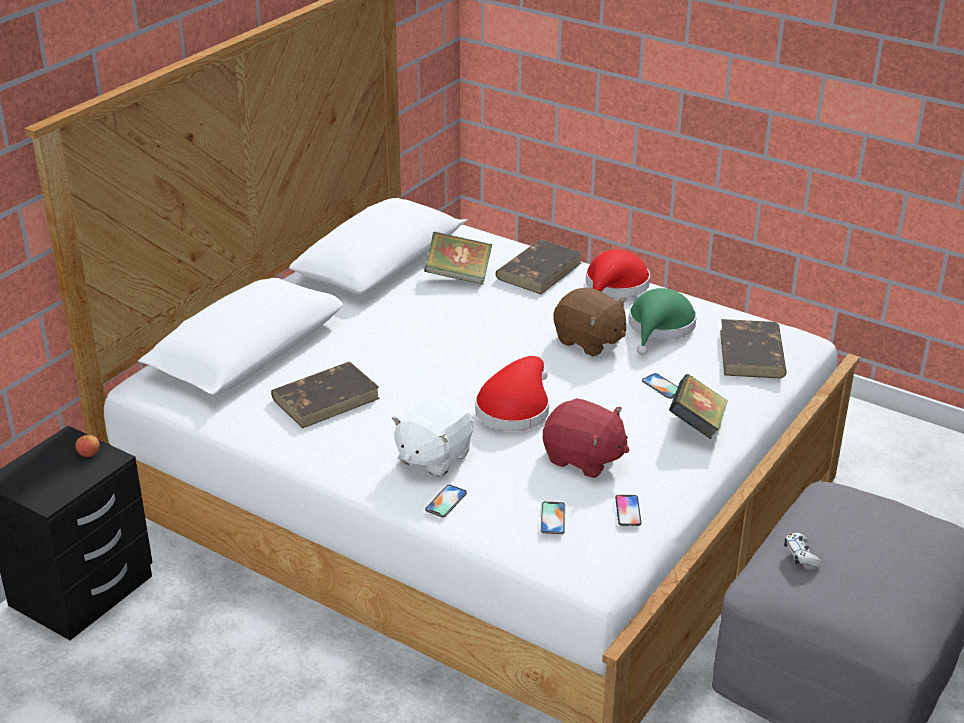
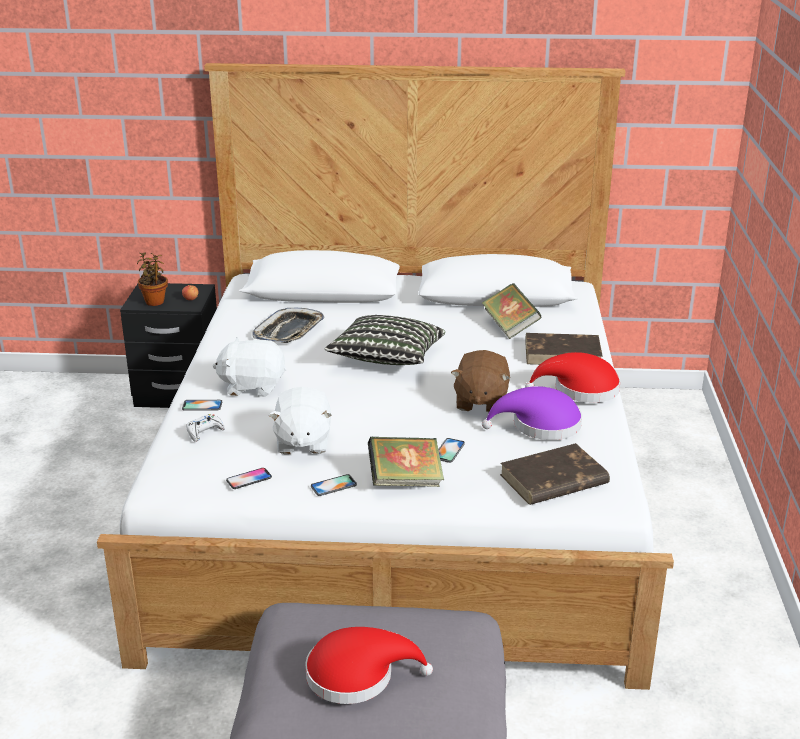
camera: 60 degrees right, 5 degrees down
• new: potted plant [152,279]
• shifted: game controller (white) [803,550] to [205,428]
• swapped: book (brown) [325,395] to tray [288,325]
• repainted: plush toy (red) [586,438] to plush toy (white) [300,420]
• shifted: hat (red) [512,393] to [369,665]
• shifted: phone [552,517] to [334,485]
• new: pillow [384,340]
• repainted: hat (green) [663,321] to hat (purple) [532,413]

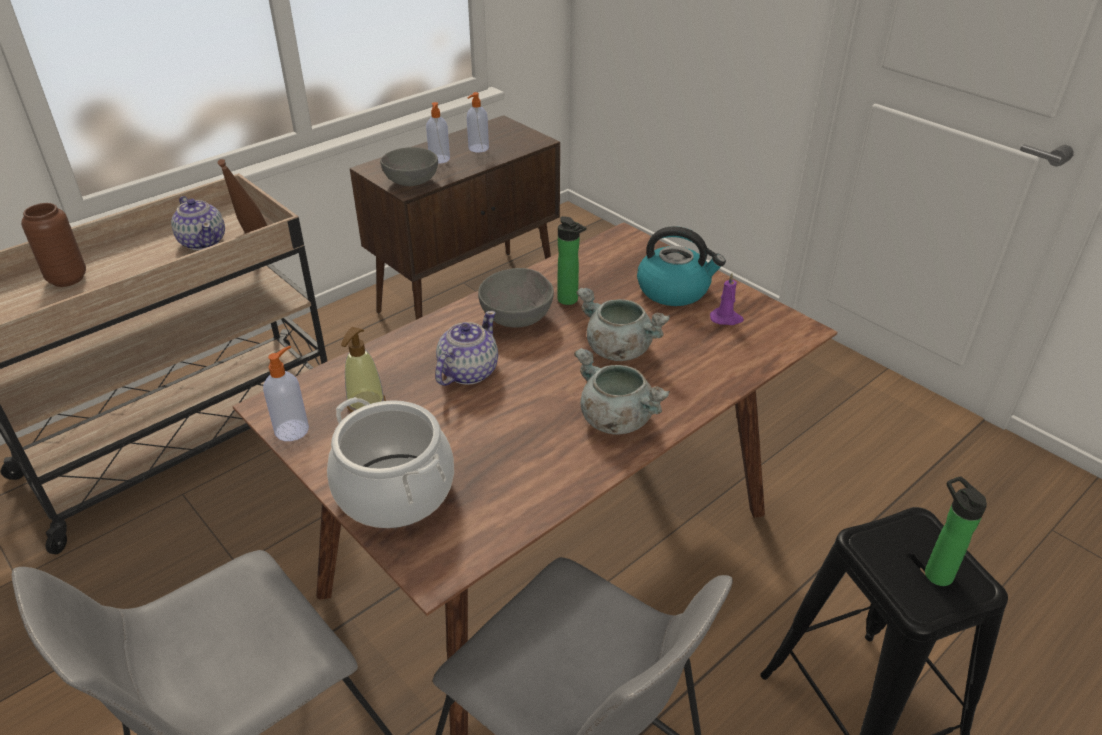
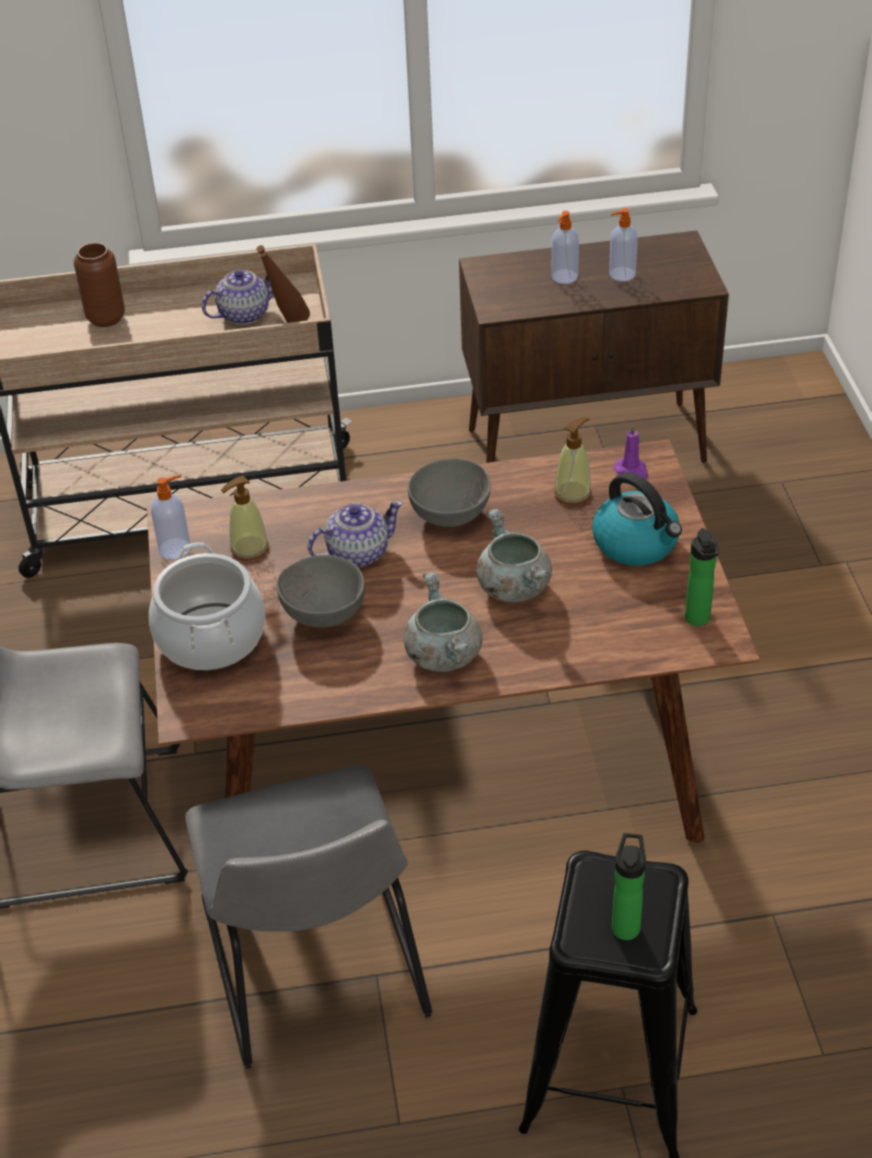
camera: 35 degrees right, 5 degrees up
• rotated: teapot [198,223] = [237,297] 120 degrees counterclockwise
• shifted: bowl (grey) [409,166] to [321,591]
• new: soap dispenser [573,461]
• shifted: candle (purple) [727,299] to [631,451]
• shifted: bottle [572,260] to [702,577]

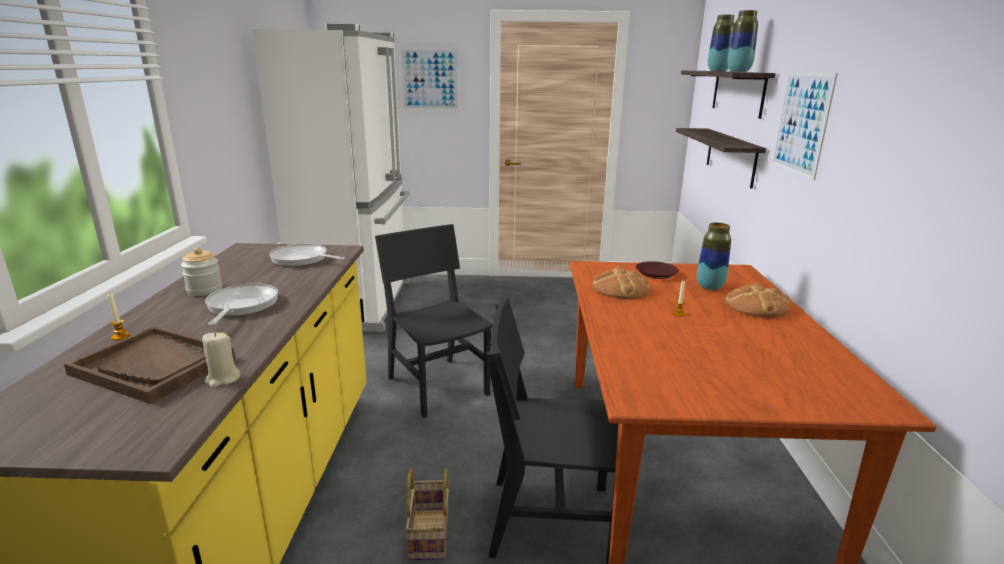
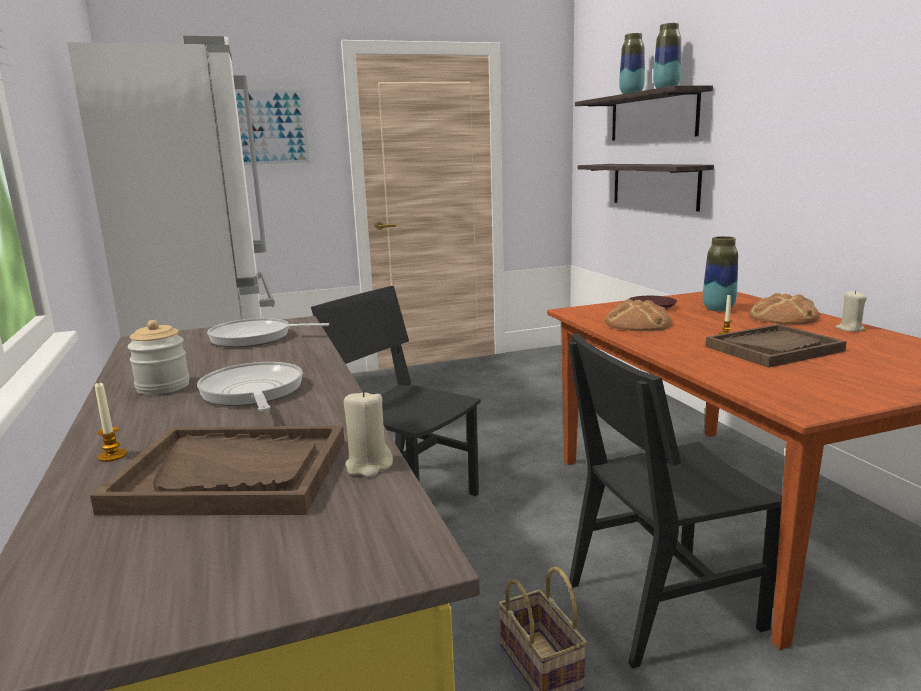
camera: 20 degrees left, 5 degrees down
• new: tray (brown) [776,346]
• new: candle (beige) [851,311]
• gone: picture [805,126]

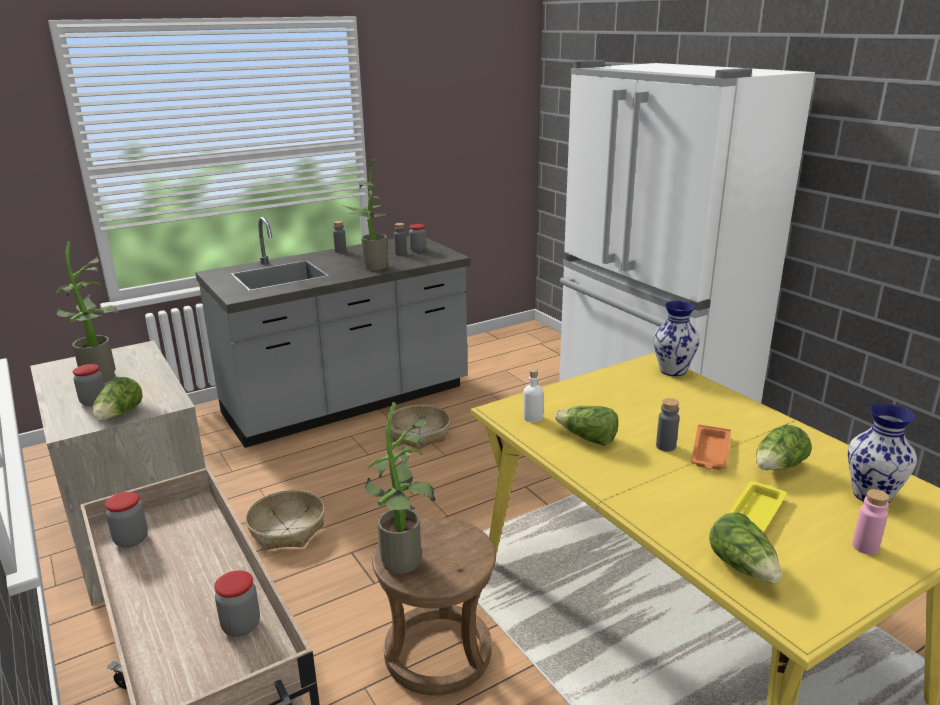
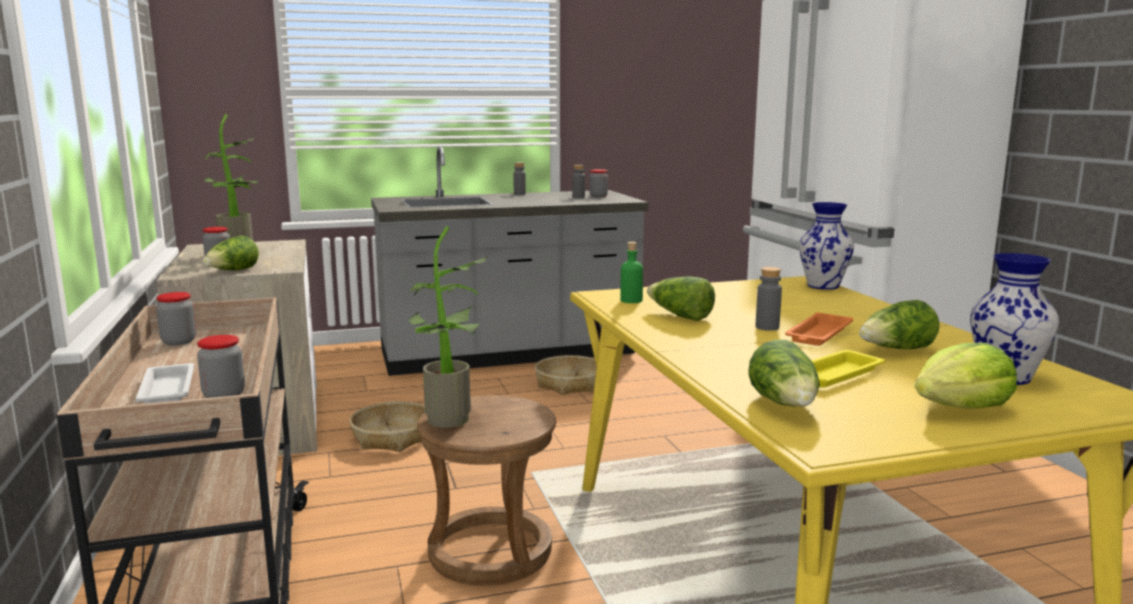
camera: 15 degrees right, 10 degrees down
• new: tray (white) [164,383]
• repainted: bottle (white) [533,395] to bottle (green) [631,272]
• swapped: bottle (pink) [870,522] to lettuce [966,376]
• gone: potted plant [365,214]

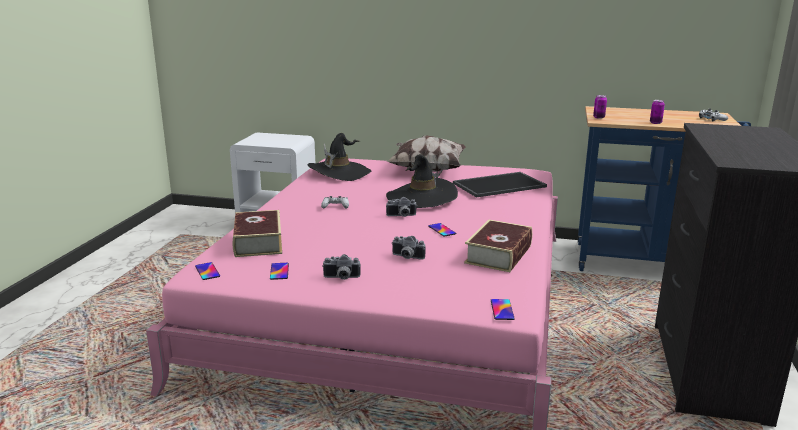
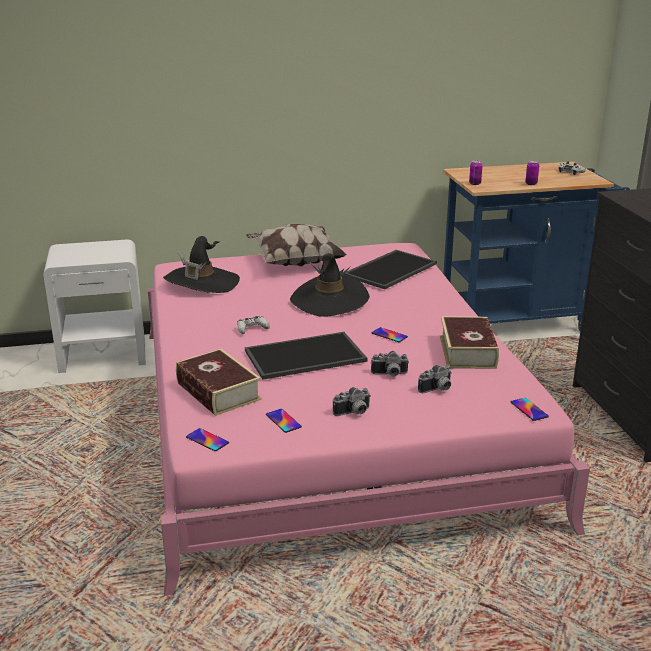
camera: 25 degrees left, 5 degrees up
• new: tray [306,356]
• shifted: photo camera [401,207] to [435,379]

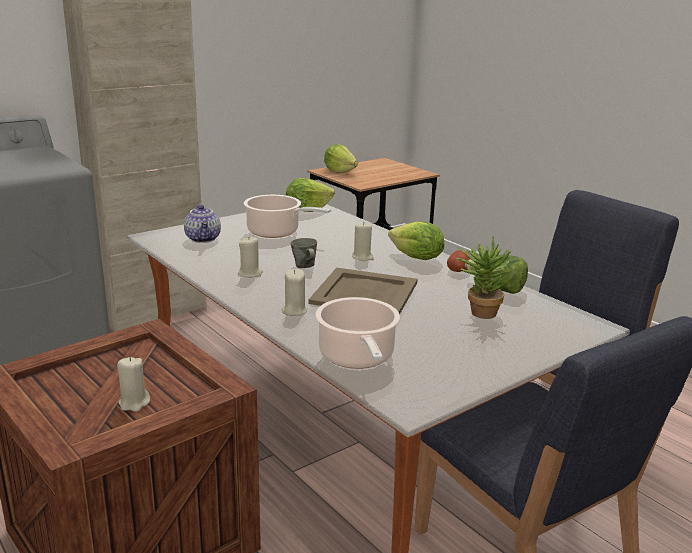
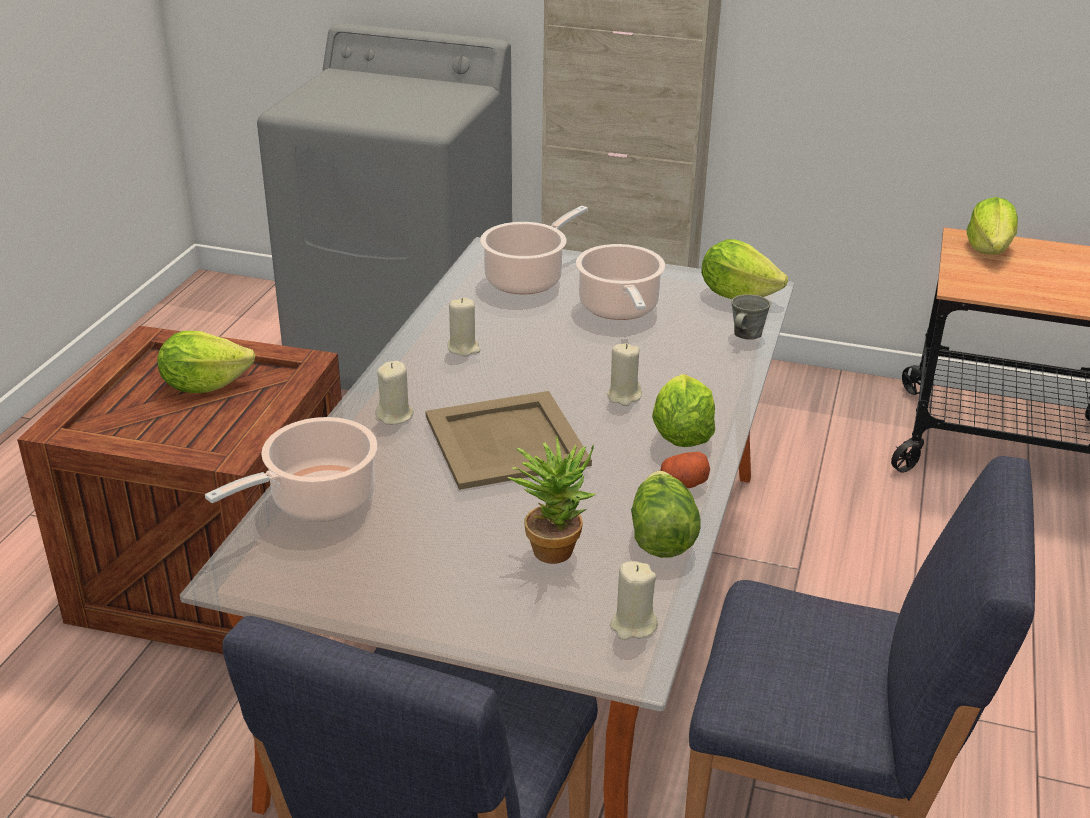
camera: 55 degrees right, 10 degrees up
• new: lettuce [206,362]
• swapped: teapot [202,224] to cooking pot [534,250]
• shifted: candle (beige) [133,384] to [634,600]
• shifted: mug (grey) [303,253] to [751,317]

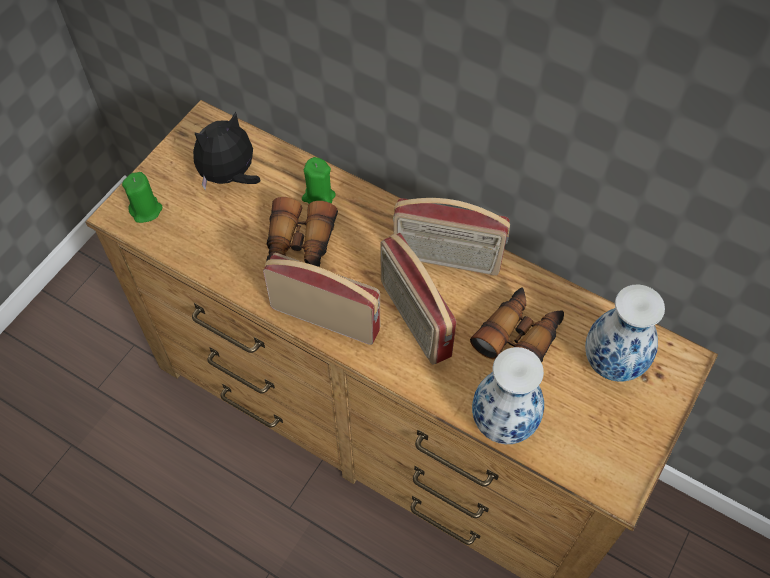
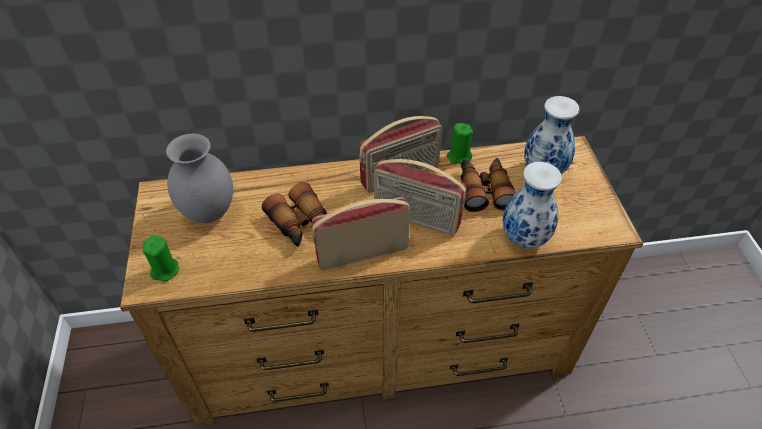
camera: 40 degrees left, 10 degrees down
• swapped: plush toy [227,150] to vase (grey) [199,178]
• shifted: candle (green) [319,180] to [460,143]

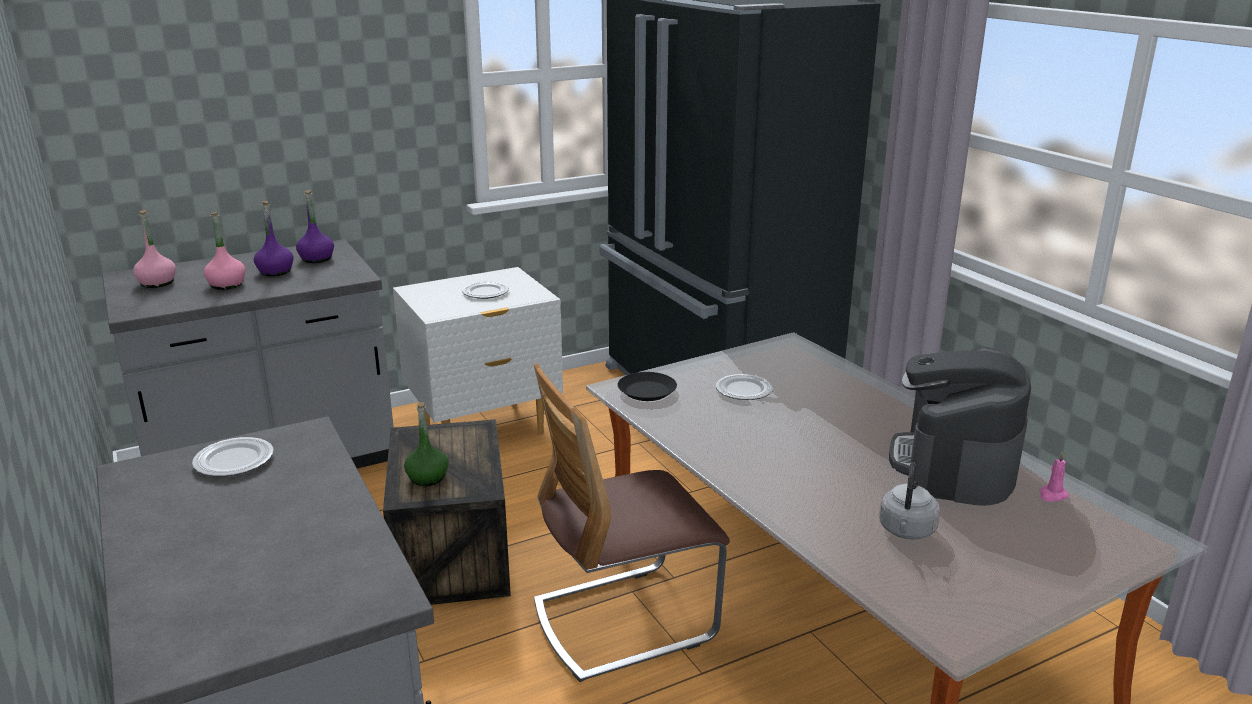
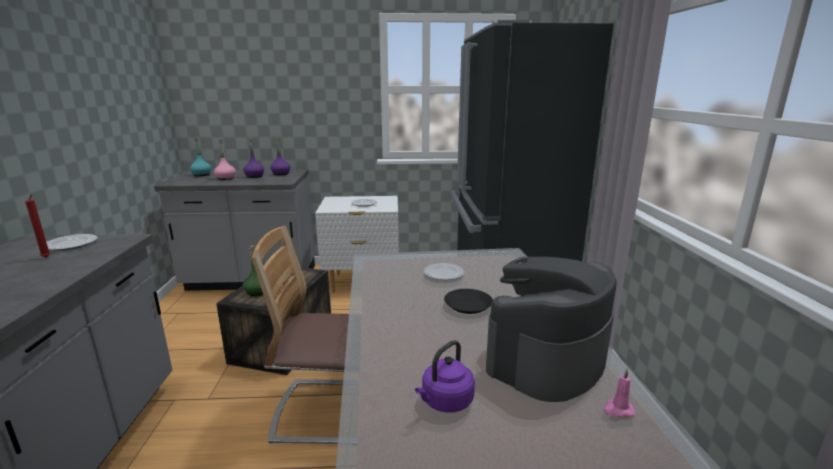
camera: 25 degrees right, 5 degrees down
• new: candle (red) [38,226]
• repainted: bottle (pink) [154,249] to bottle (turquoise) [200,157]
• repainted: kettle (grey) [909,501] to kettle (purple) [445,376]
• shifted: plate (black) [647,386] to [468,301]

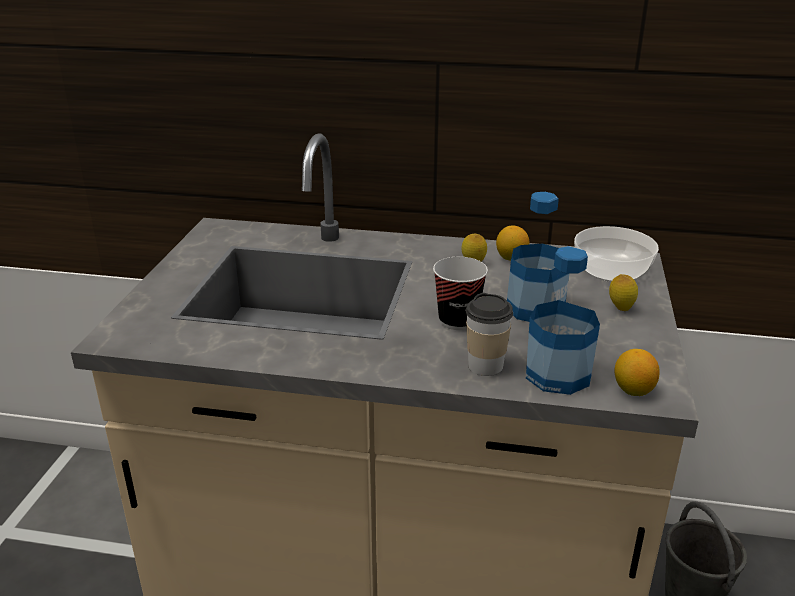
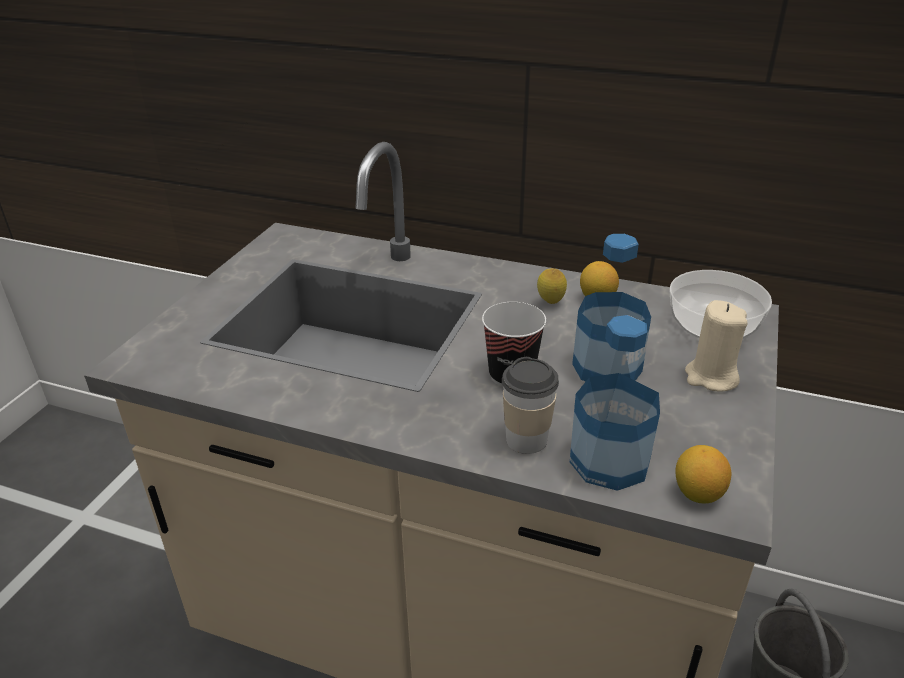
camera: 10 degrees right, 5 degrees up
• swapped: lemon [623,292] to candle (beige) [716,346]

